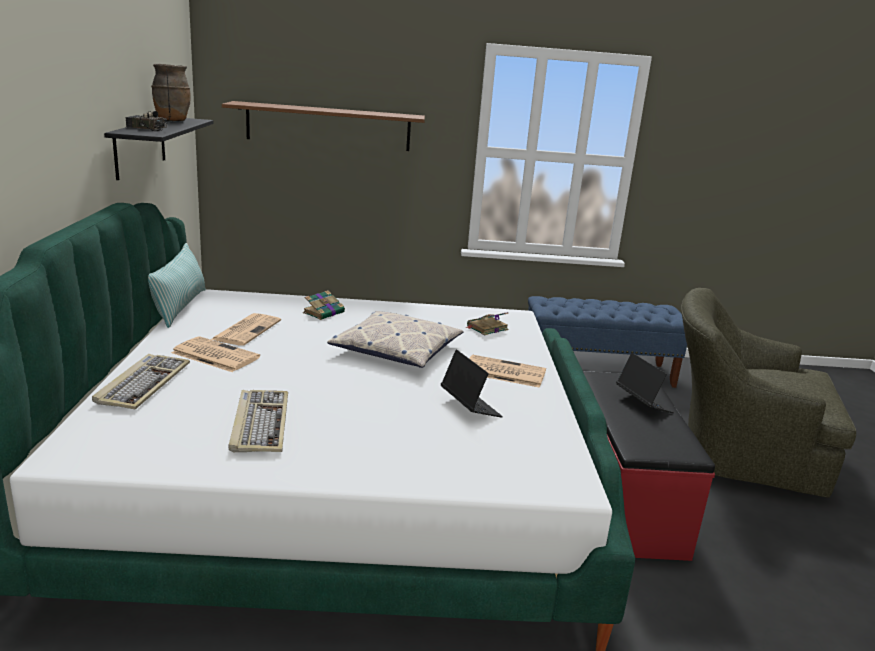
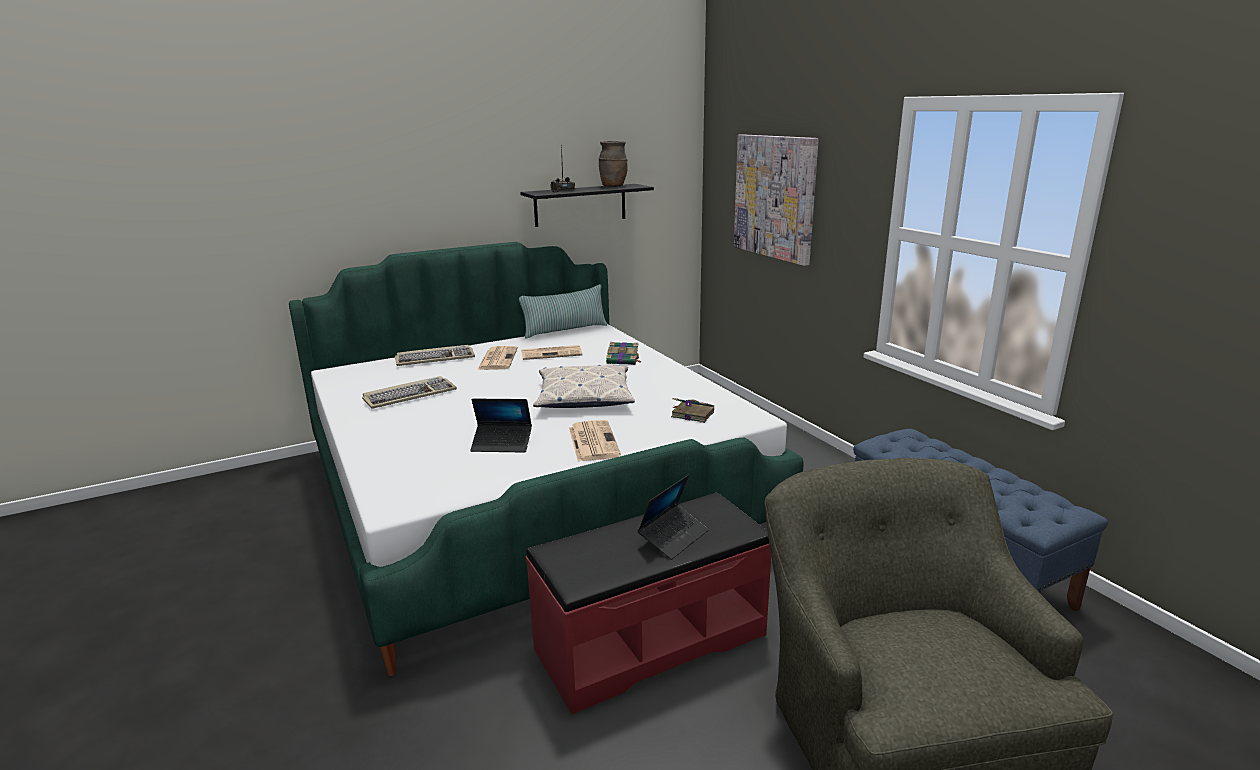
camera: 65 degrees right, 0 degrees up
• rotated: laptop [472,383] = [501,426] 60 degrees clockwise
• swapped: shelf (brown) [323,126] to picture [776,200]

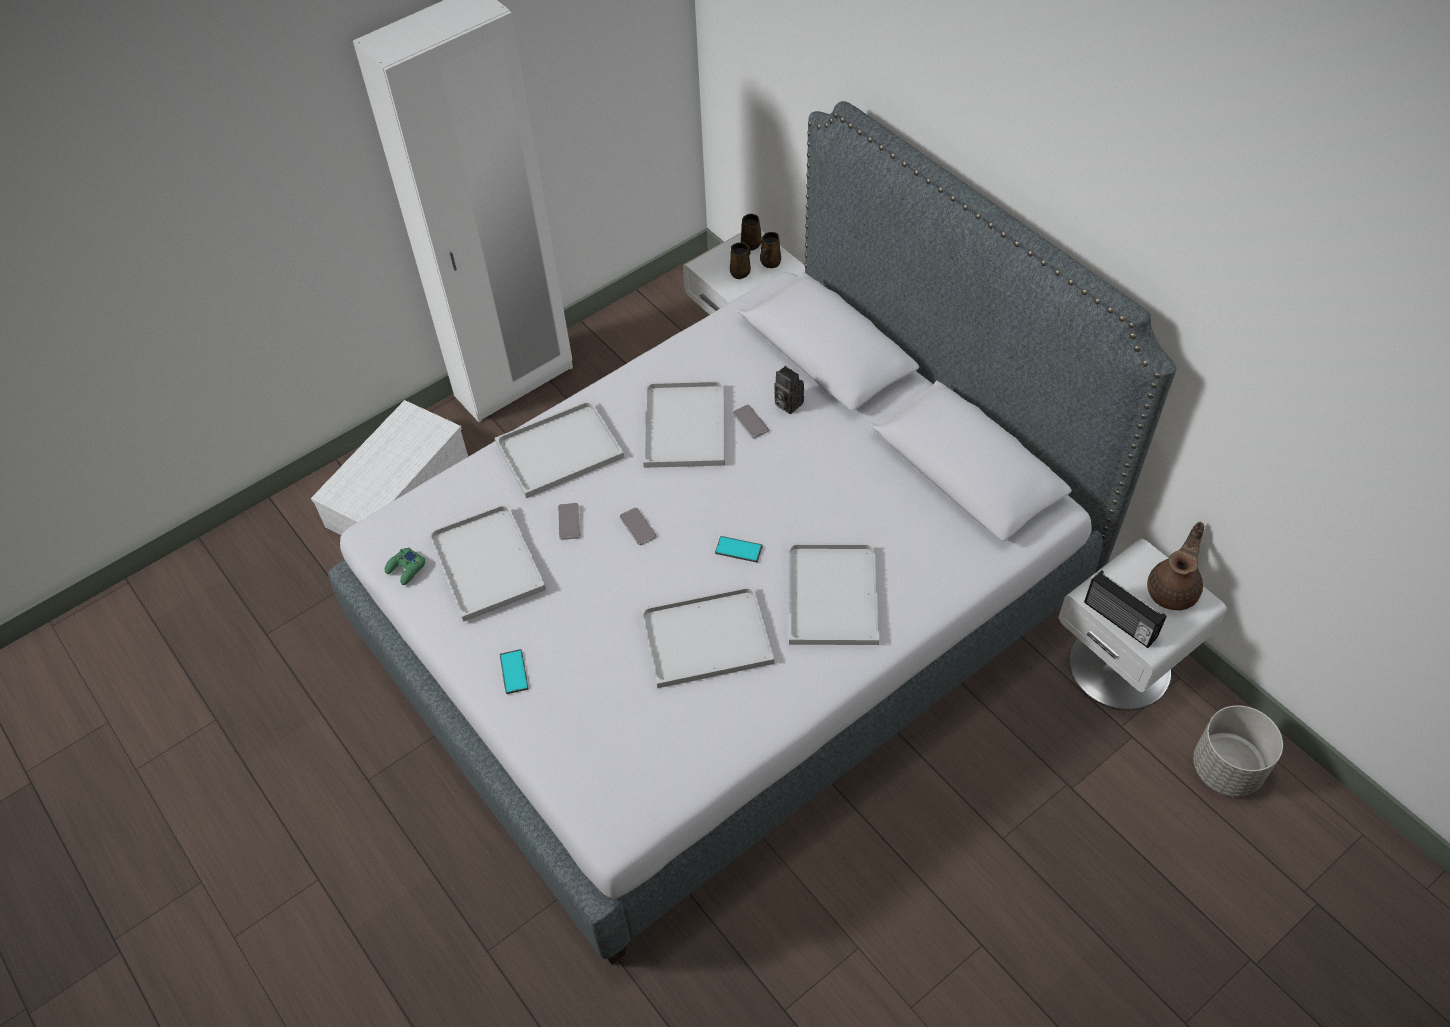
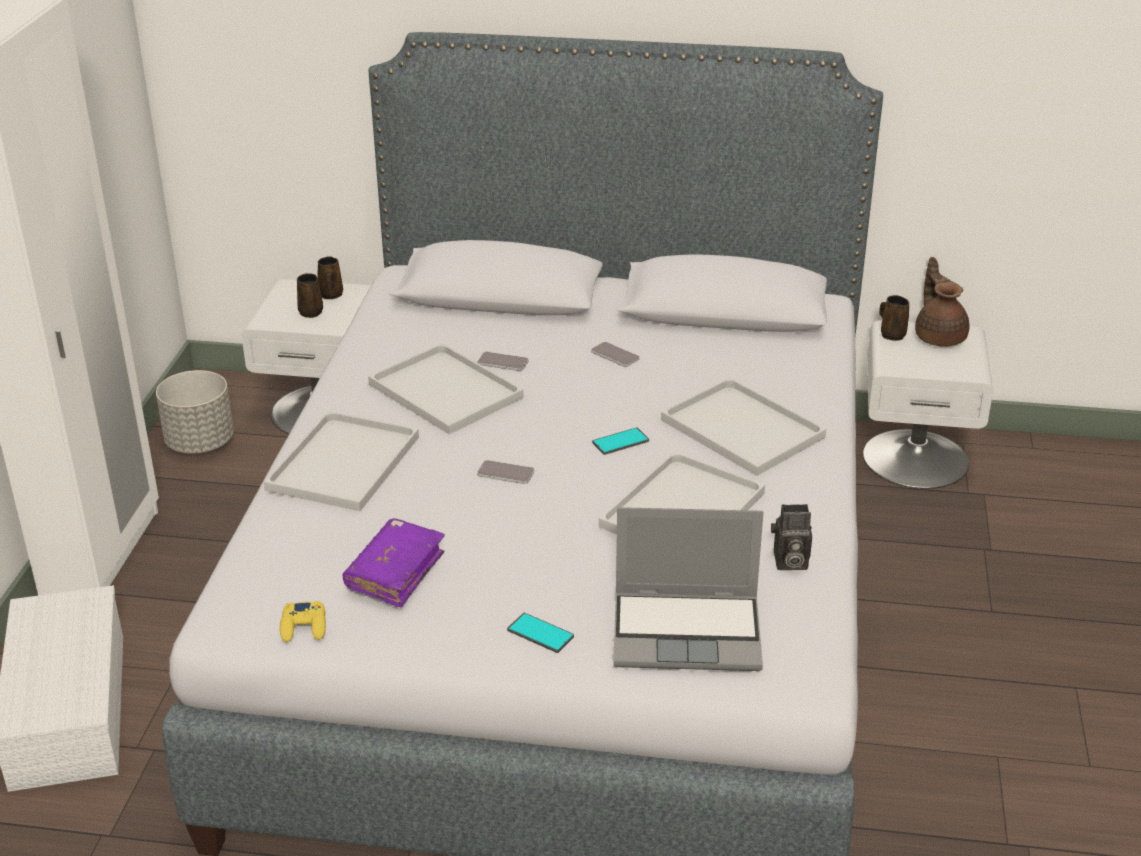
camera: 45 degrees left, 20 degrees down
• shifted: planter (grey) [1238,751] to [195,412]
• repainted: game controller (green) [405,566] to game controller (yellow) [303,621]
• swapped: tray (white) [487,562] to book (purple) [394,562]
• shifted: phone [569,521] to [615,354]
• new: laptop [688,589]
• shifted: photo camera [789,390] to [791,537]
• shifted: mug (brown) [751,232] to [894,318]
• gone: radio [1125,609]

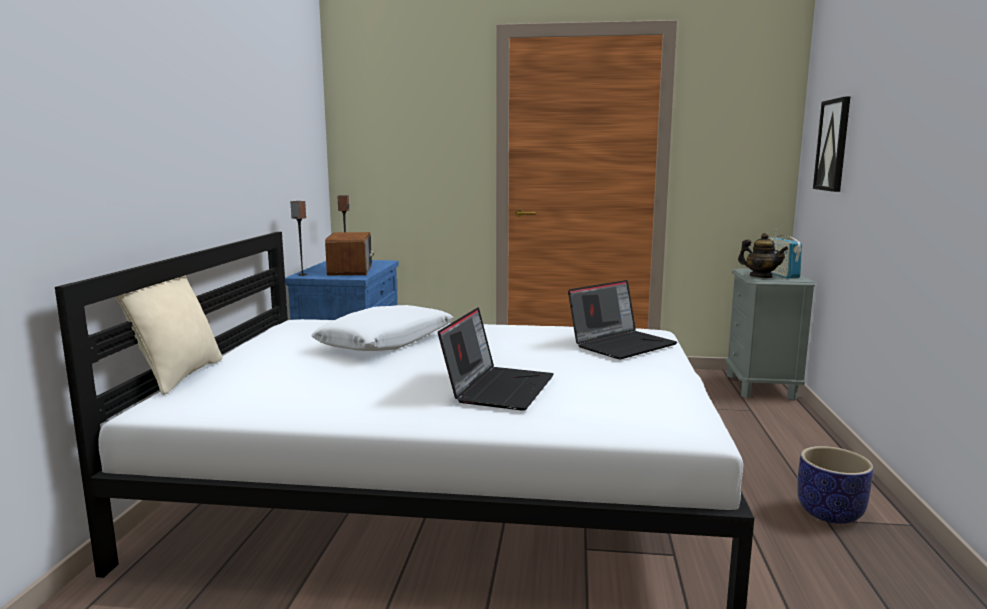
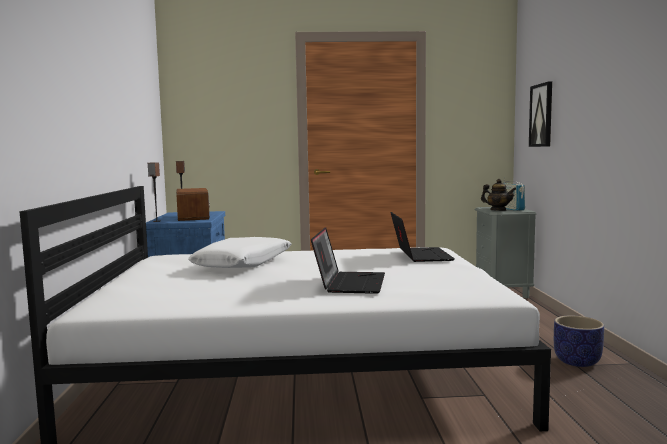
camera: 10 degrees left, 5 degrees down
• rotated: laptop [622,320] = [423,237] 45 degrees counterclockwise
• gone: pillow (beige) [168,335]

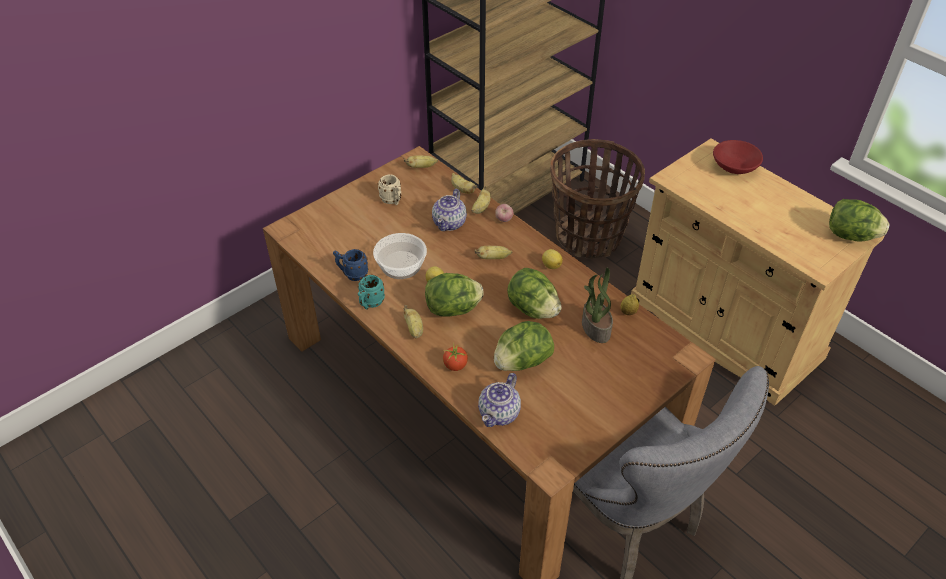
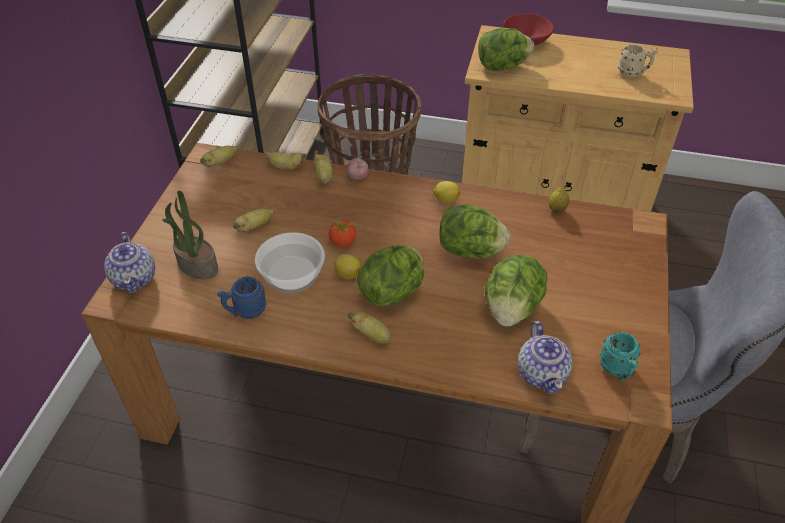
camera: 35 degrees left, 0 degrees up
• shifted: teapot [449,210] to [129,262]
• shifted: potted plant [597,305] to [190,235]
• shifted: banana [493,252] to [253,220]
• shifted: tomato [455,357] to [342,233]
• shifted: lettuce [859,220] to [506,49]
• shifted: mug (turquoise) [371,292] to [620,356]
• shifted: mug (beige) [389,190] to [638,60]

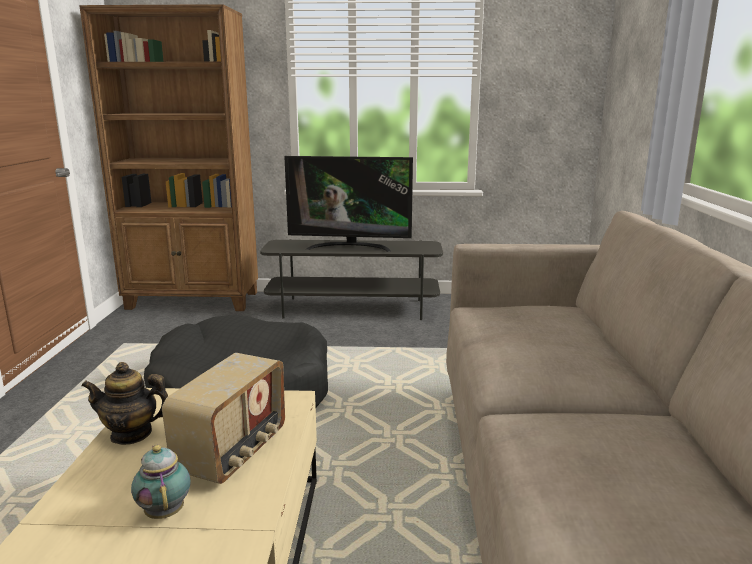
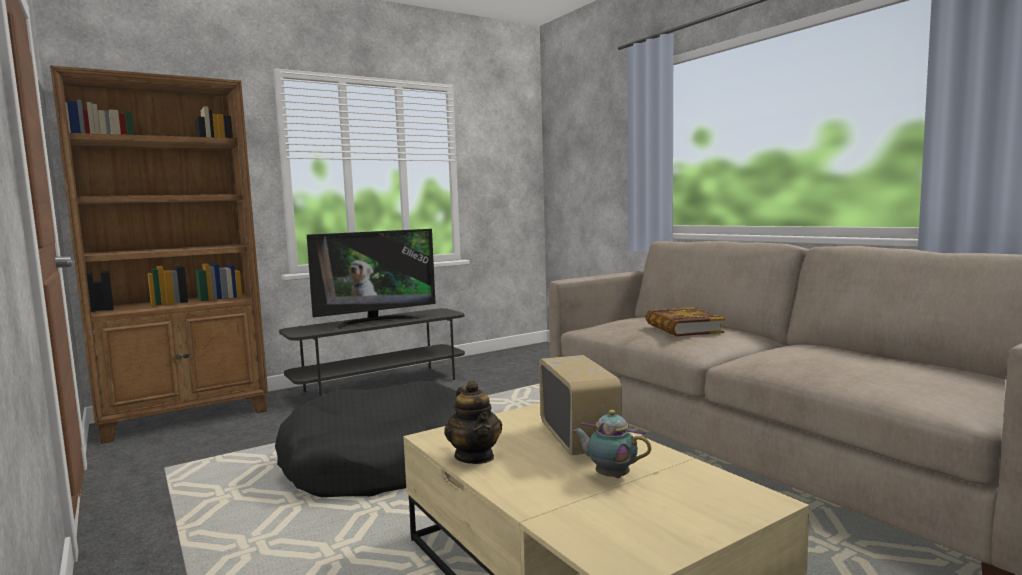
camera: 35 degrees left, 10 degrees down
• rotated: teapot [124,403] = [473,422] 75 degrees counterclockwise
• new: book [685,321]

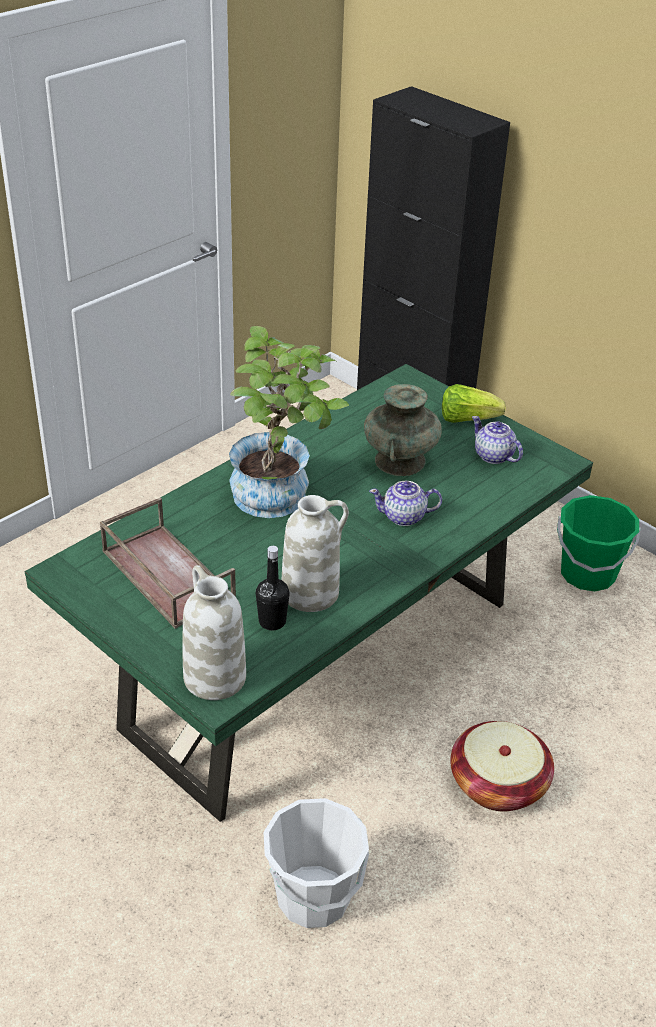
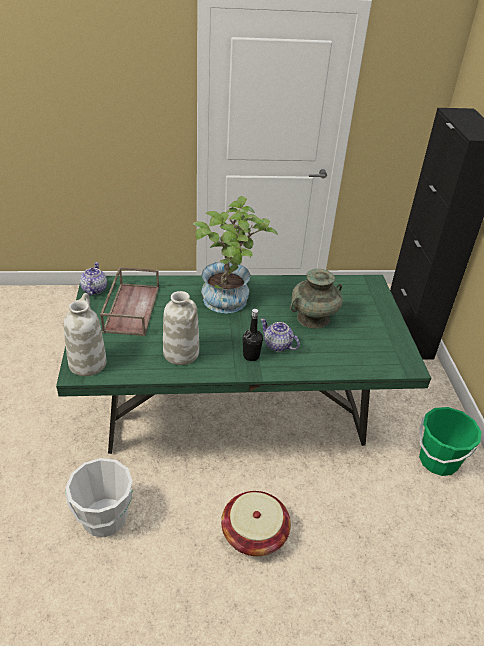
camera: 40 degrees right, 0 degrees up
• shifted: teapot [497,440] to [93,279]
• shifted: bottle (black) [273,588] to [253,335]
• gone: lettuce [474,403]

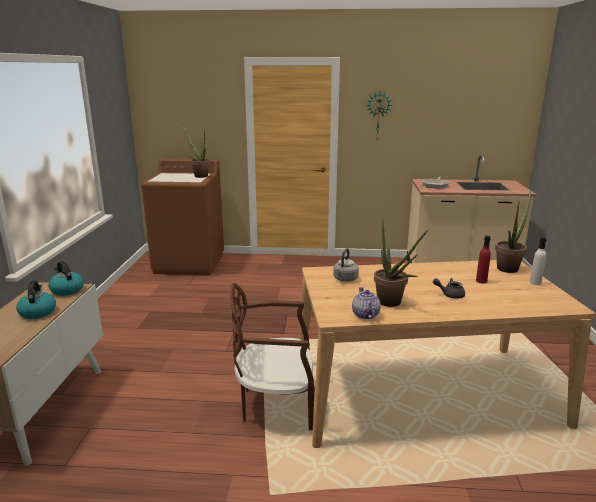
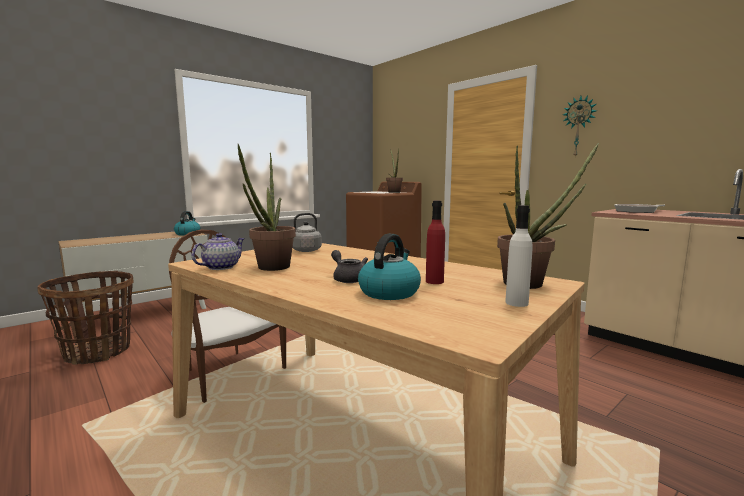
camera: 45 degrees right, 10 degrees down
• new: basket [85,318]
• shifted: kettle [36,299] to [389,267]

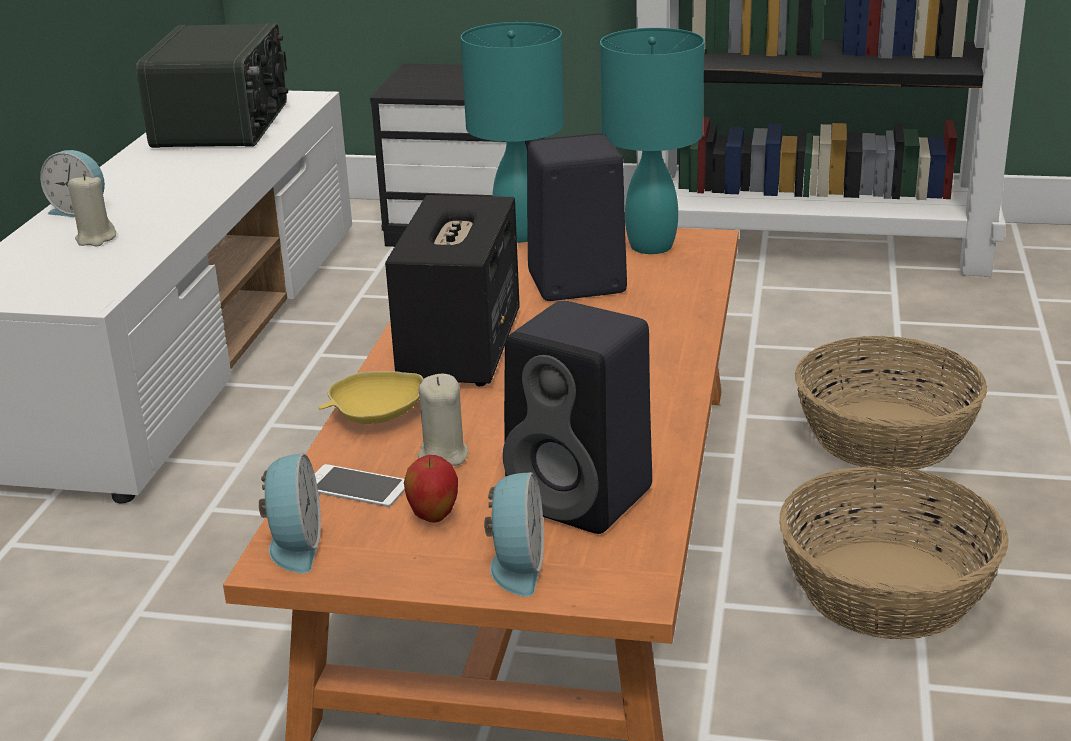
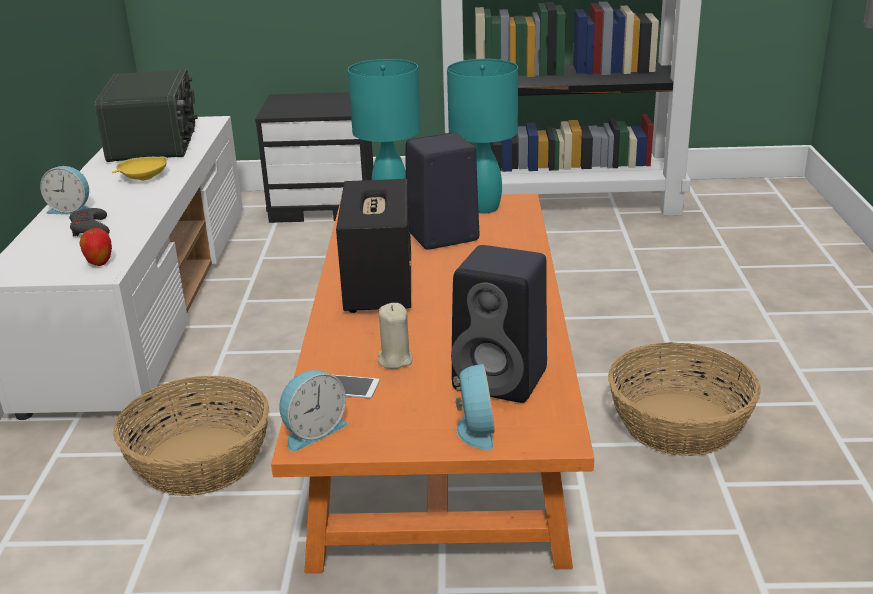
camera: 10 degrees left, 0 degrees up
• swapped: candle (beige) [92,210] to game controller (grey) [89,222]
• shifted: apple [431,489] to [95,247]
• shifted: bowl (yellow) [371,397] to [139,168]
• shifted: basket [891,403] to [191,436]
• rotated: alarm clock [290,513] = [313,410] 60 degrees clockwise

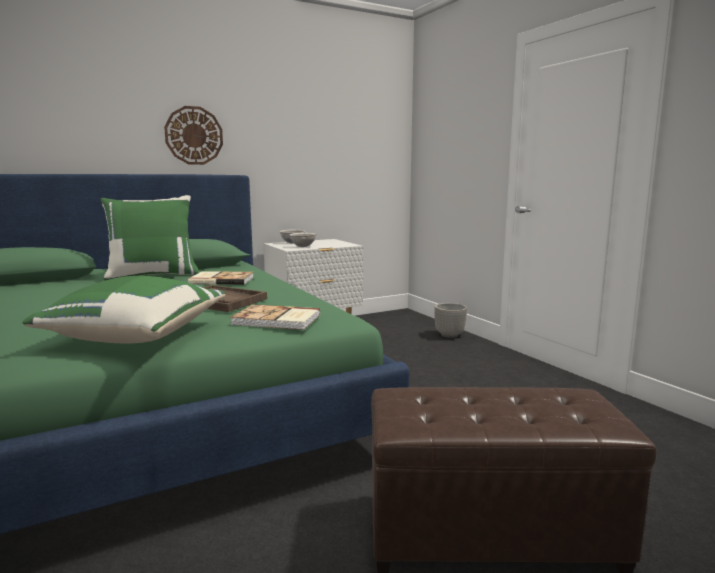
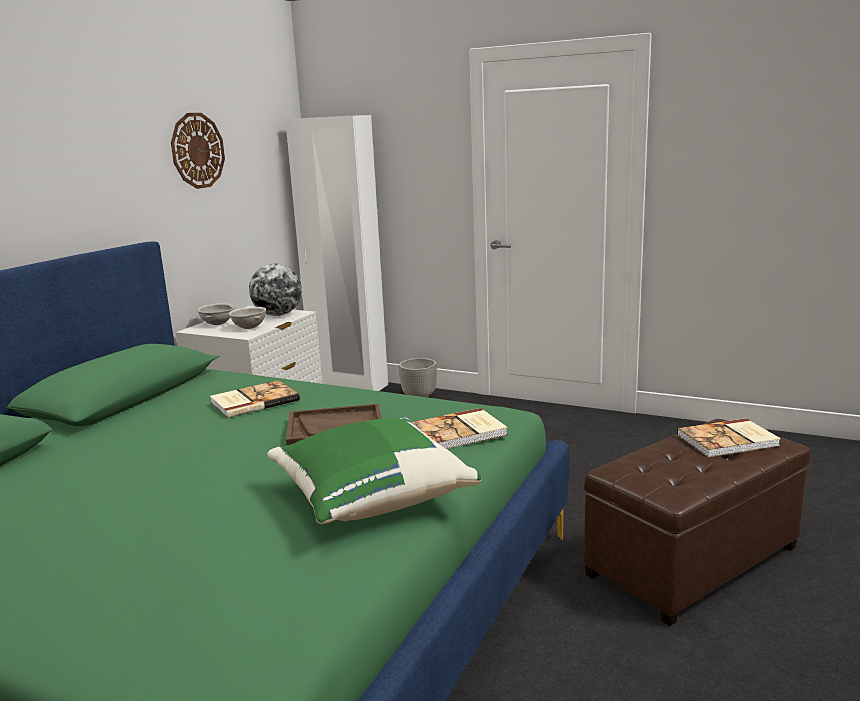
camera: 35 degrees left, 5 degrees up
• shifted: wall clock [193,135] to [198,151]
• new: globe [275,290]
• new: wardrobe (white) [336,253]
• new: book [729,437]
• gone: pillow (green) [150,237]

